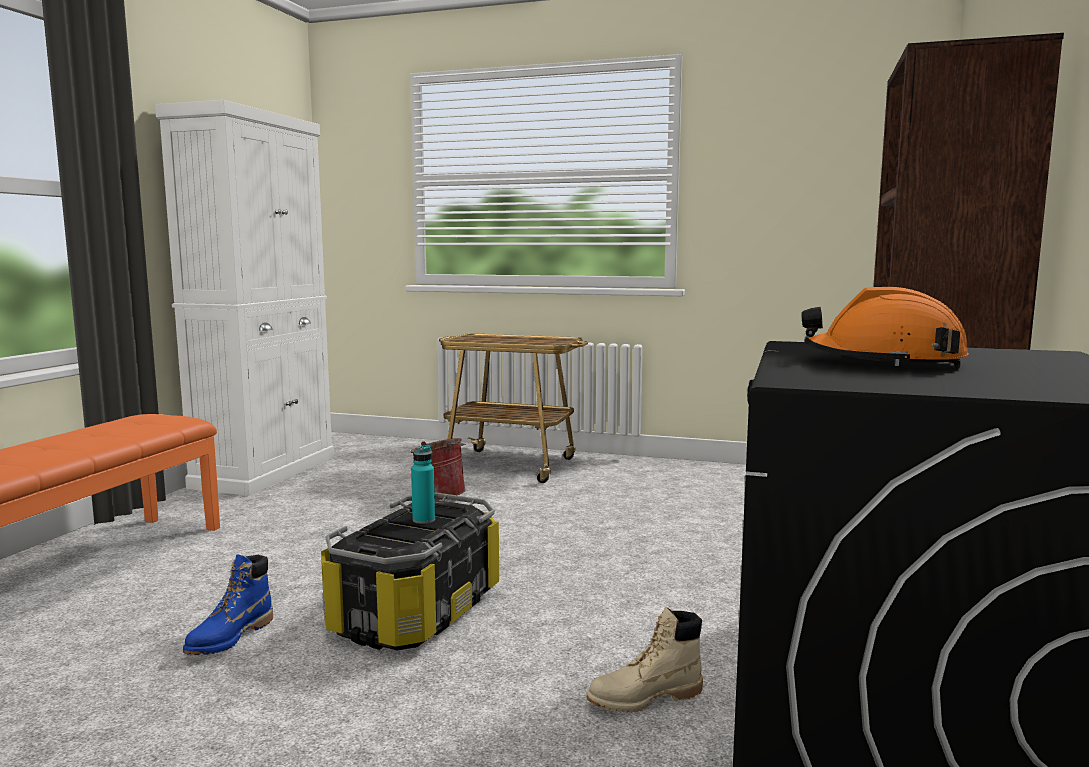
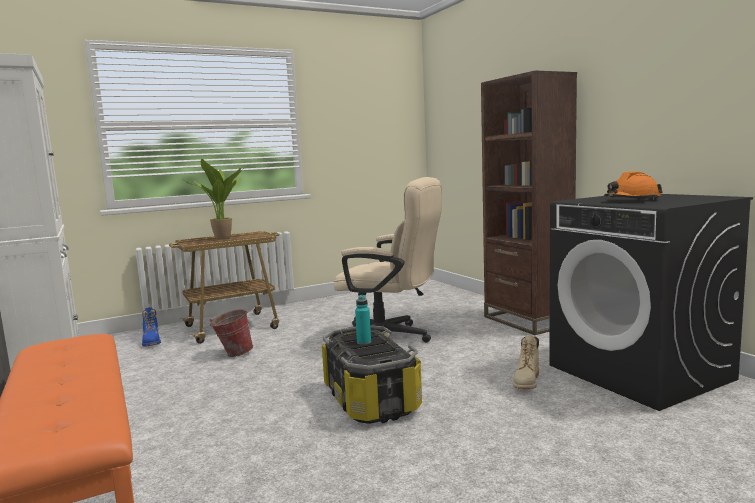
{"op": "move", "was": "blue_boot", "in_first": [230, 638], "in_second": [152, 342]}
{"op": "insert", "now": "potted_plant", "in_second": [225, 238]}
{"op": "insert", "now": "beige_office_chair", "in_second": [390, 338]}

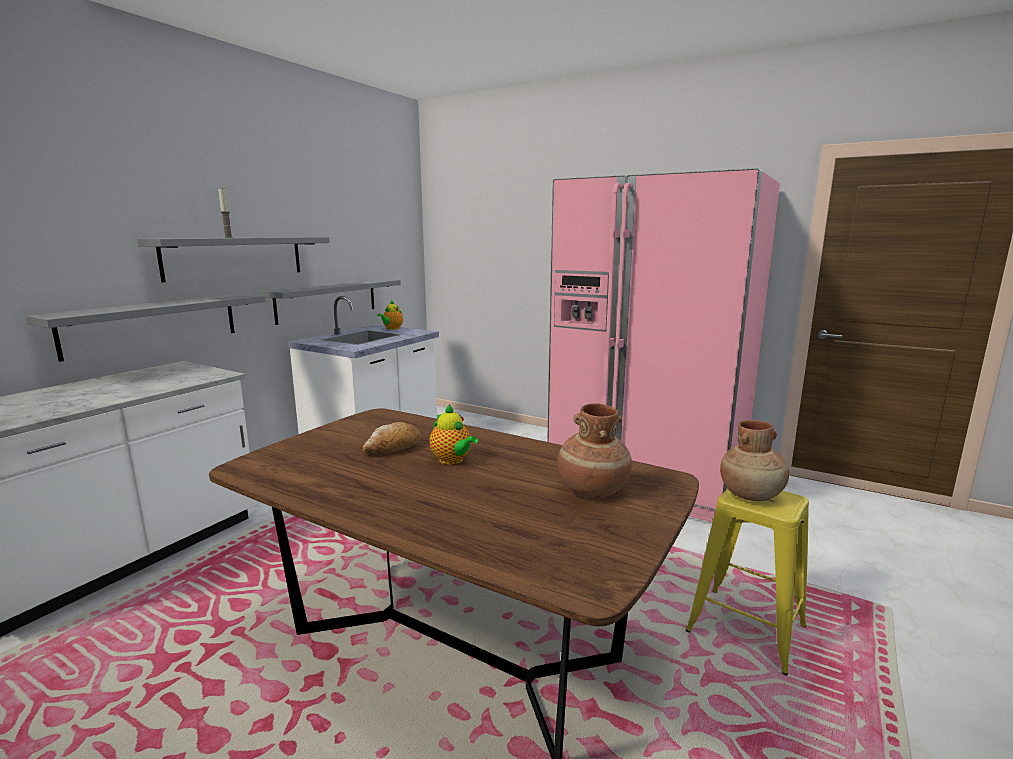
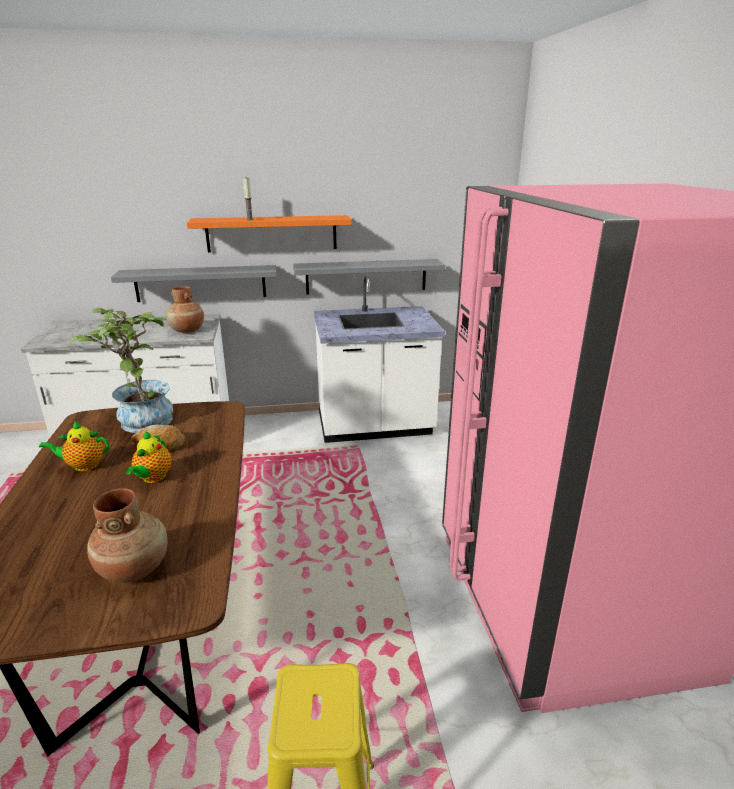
{"op": "move", "was": "teapot", "in_first": [392, 329], "in_second": [83, 466]}
{"op": "insert", "now": "potted_plant", "in_second": [140, 419]}
{"op": "move", "was": "brown_vase", "in_first": [751, 495], "in_second": [187, 330]}
{"op": "recolor", "was": "grey_shelf", "now": "orange_shelf", "in_first": [235, 257], "in_second": [272, 233]}

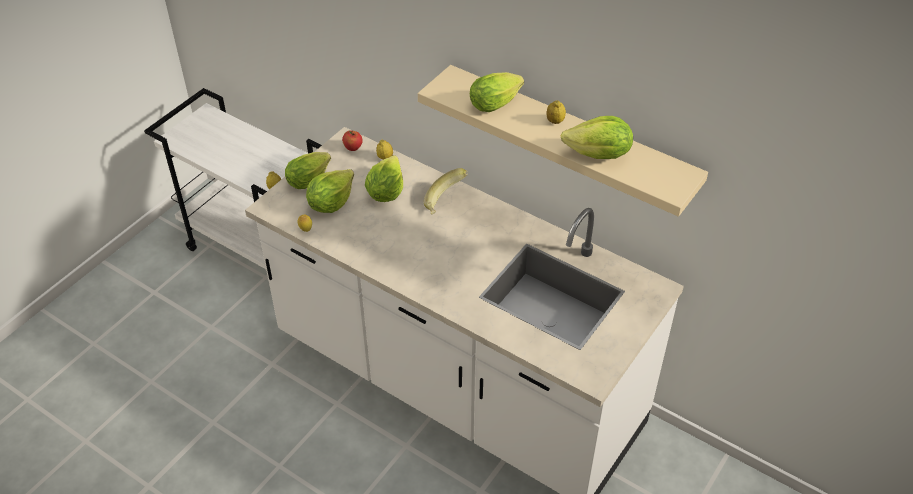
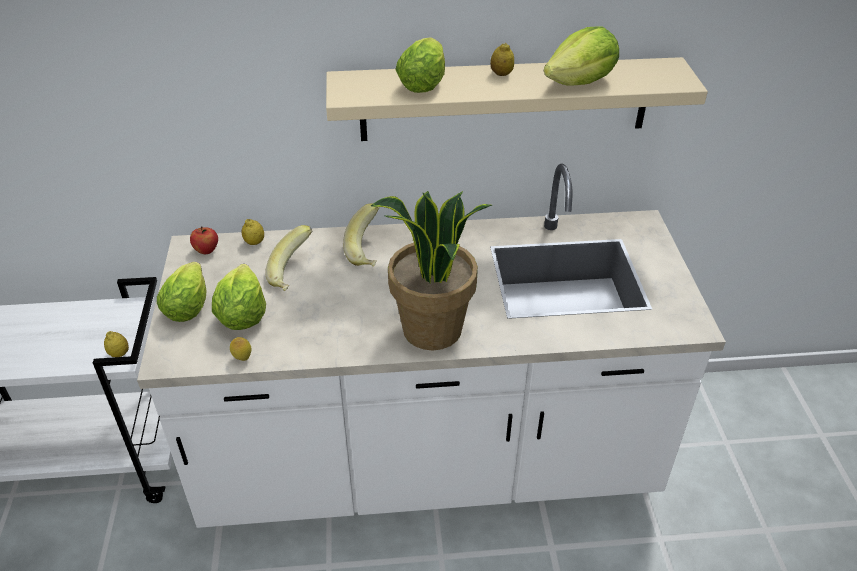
{"op": "replace", "was": "lettuce", "now": "banana", "in_first": [386, 192], "in_second": [294, 273]}
{"op": "insert", "now": "potted_plant", "in_second": [432, 330]}

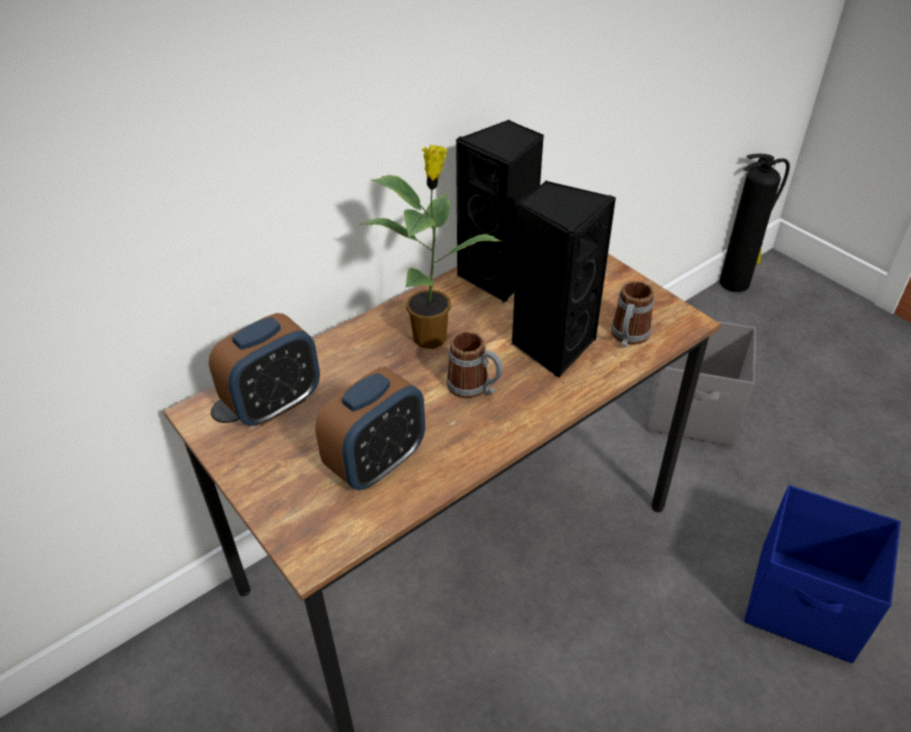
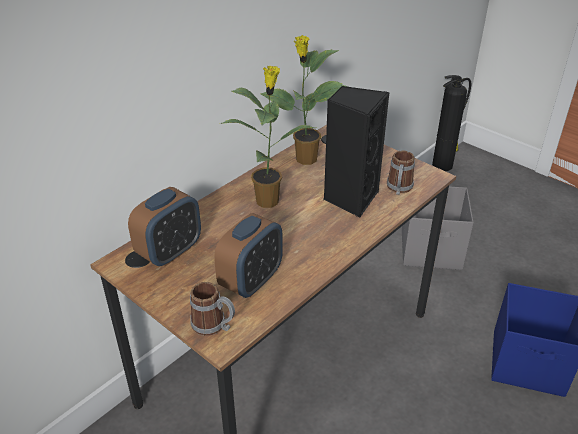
{"op": "move", "was": "mug", "in_first": [475, 388], "in_second": [214, 326]}
{"op": "replace", "was": "black_speaker", "now": "potted_plant", "in_first": [500, 277], "in_second": [305, 159]}

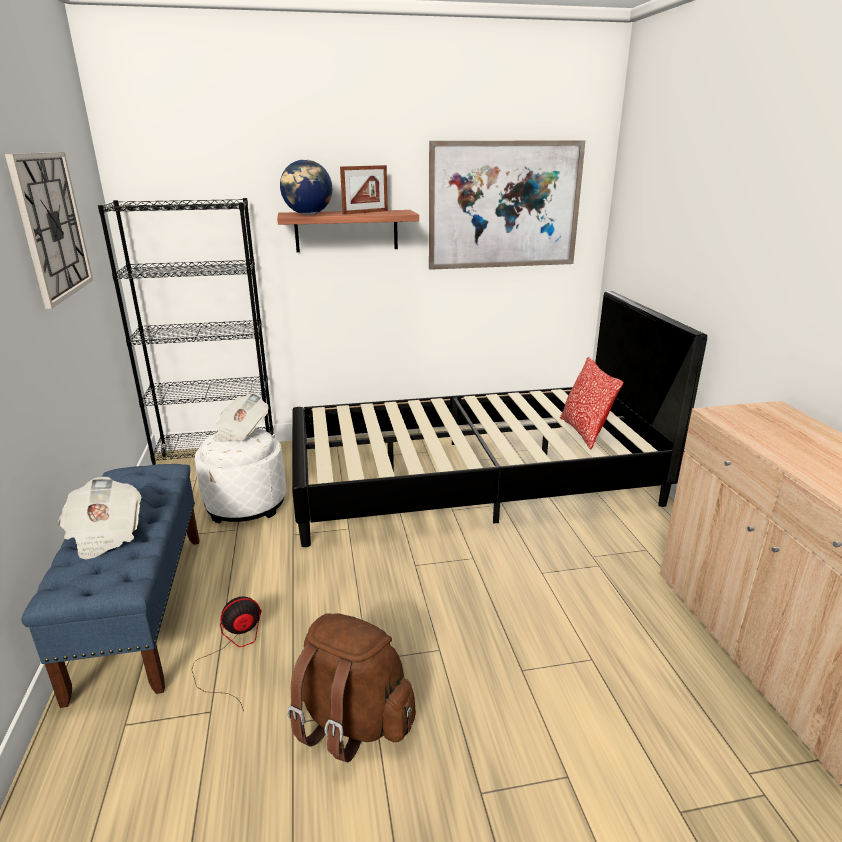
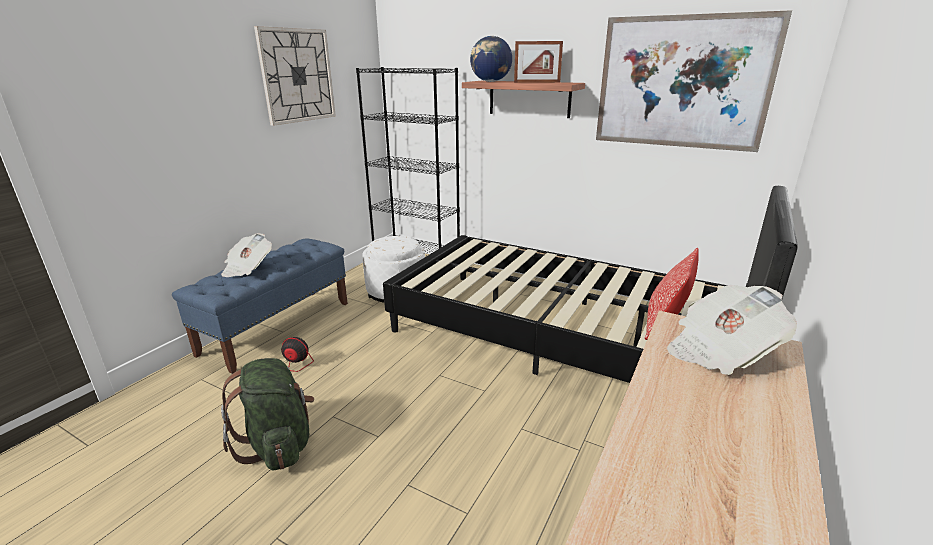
{"op": "recolor", "was": "brown_backpack", "now": "green_backpack", "in_first": [352, 721], "in_second": [279, 444]}
{"op": "move", "was": "newspaper", "in_first": [241, 432], "in_second": [720, 351]}

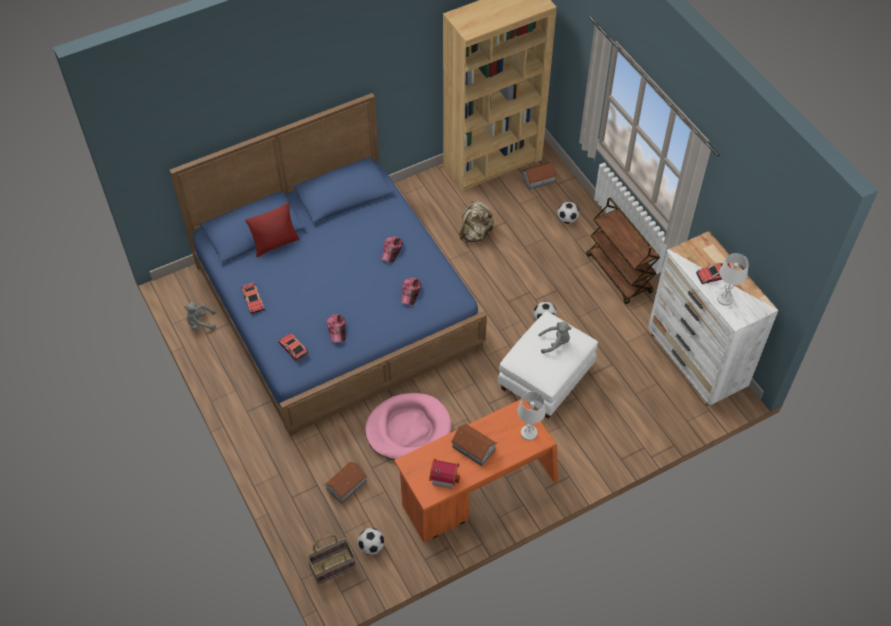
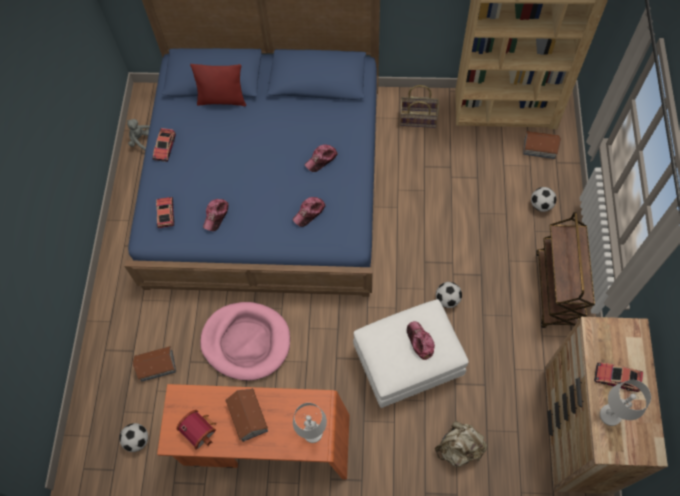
{"op": "move", "was": "basket", "in_first": [332, 565], "in_second": [418, 118]}
{"op": "replace", "was": "grey_plush_toy", "now": "cap", "in_first": [555, 343], "in_second": [420, 341]}
{"op": "move", "was": "beige_backpack", "in_first": [475, 233], "in_second": [459, 448]}
{"op": "recolor", "was": "white_dresser", "now": "brown_dresser", "in_first": [696, 361], "in_second": [575, 431]}

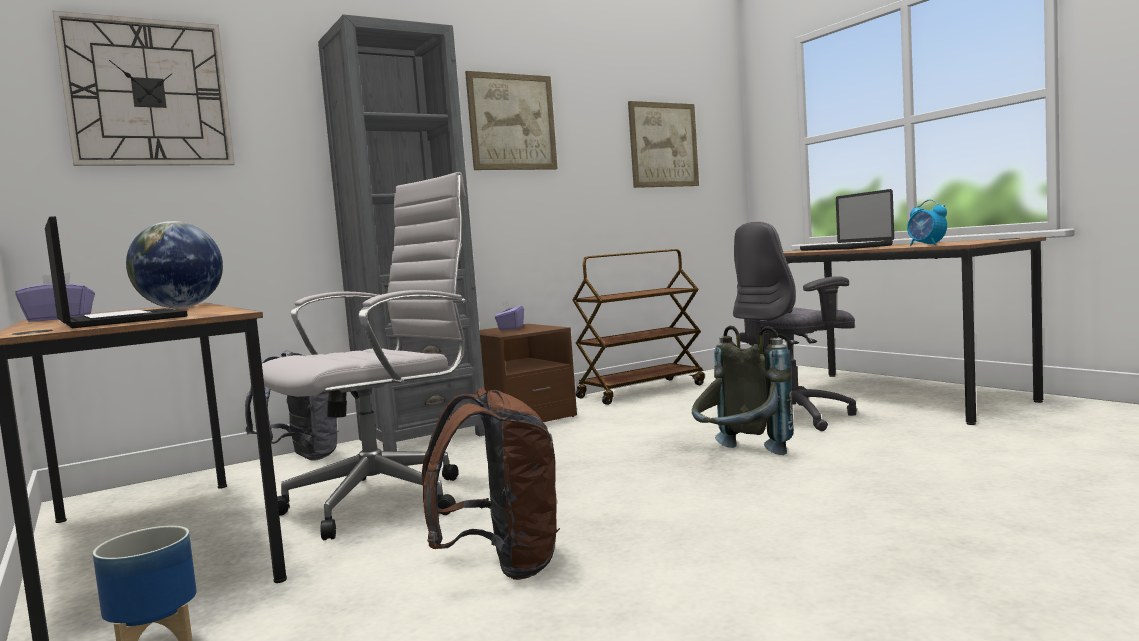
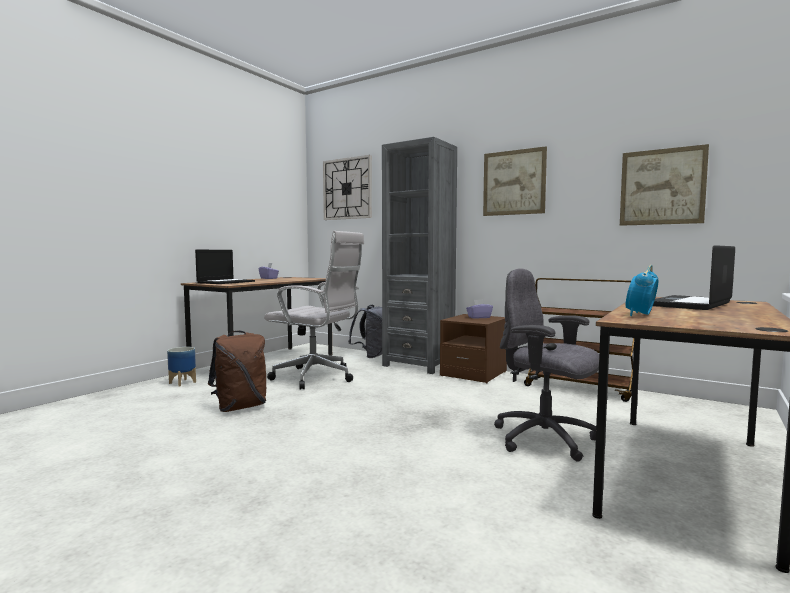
{"op": "delete", "was": "globe", "in_first": [180, 307]}
{"op": "delete", "was": "grey_backpack", "in_first": [740, 457]}

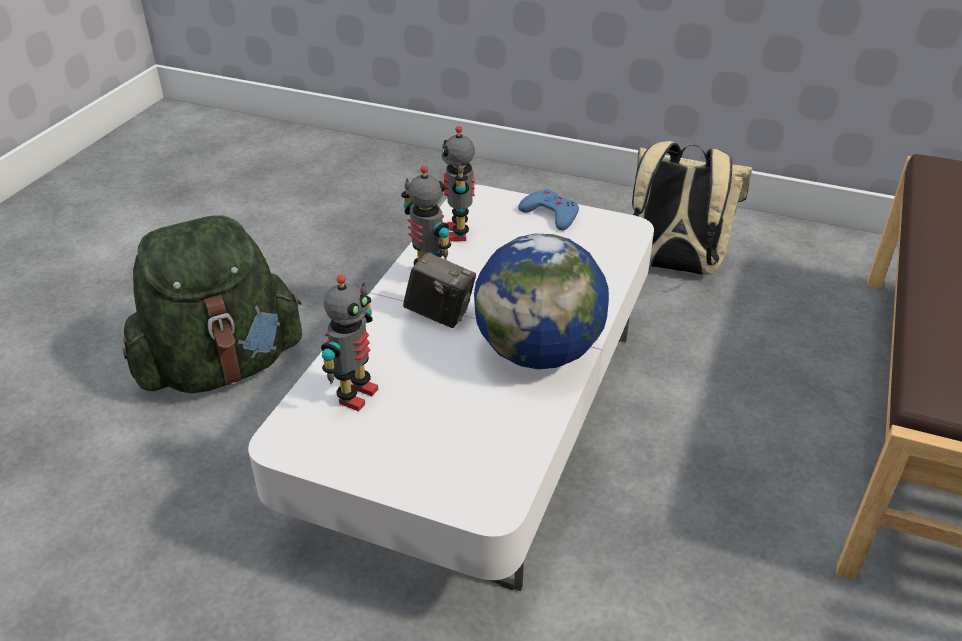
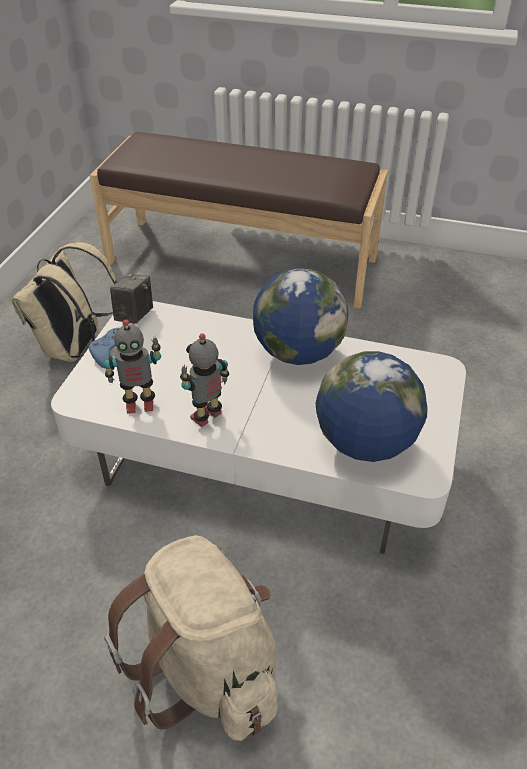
{"op": "recolor", "was": "green_backpack", "now": "beige_backpack", "in_first": [222, 367], "in_second": [207, 668]}
{"op": "move", "was": "photo_camera", "in_first": [440, 314], "in_second": [134, 315]}
{"op": "replace", "was": "toy_robot", "now": "globe", "in_first": [355, 395], "in_second": [365, 443]}

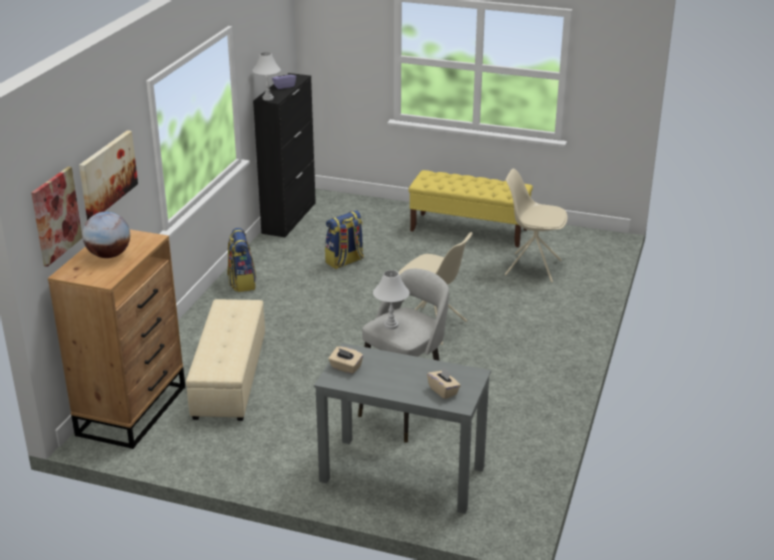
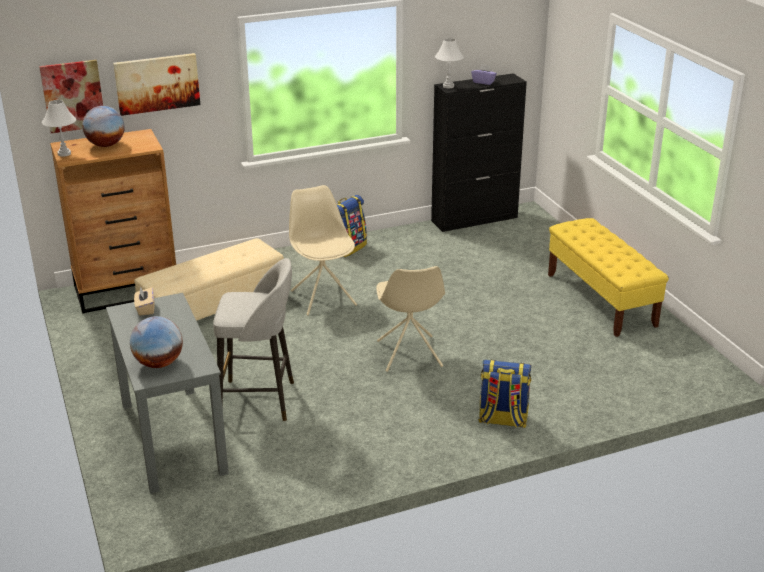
{"op": "move", "was": "white_table_lamp", "in_first": [391, 325], "in_second": [64, 154]}
{"op": "replace", "was": "beige_tissue_box", "now": "globe", "in_first": [443, 391], "in_second": [159, 363]}
{"op": "move", "was": "beige_chair", "in_first": [532, 267], "in_second": [323, 297]}
{"op": "move", "was": "backpack", "in_first": [344, 262], "in_second": [502, 420]}

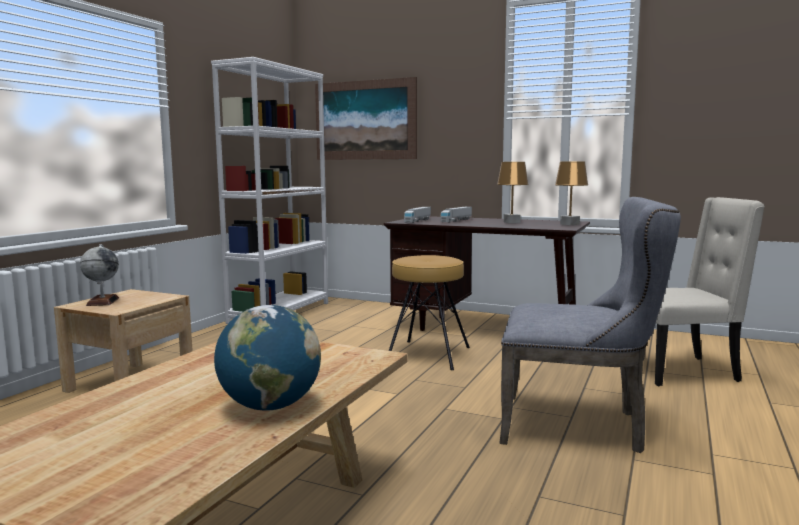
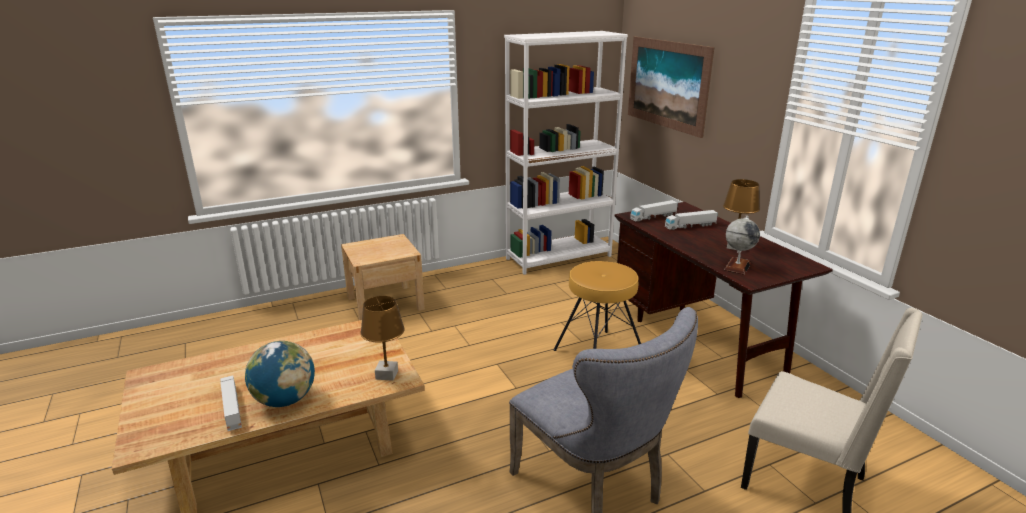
{"op": "insert", "now": "toy_truck", "in_second": [232, 409]}
{"op": "move", "was": "brown_table_lamp", "in_first": [569, 224], "in_second": [386, 375]}
{"op": "move", "was": "globe", "in_first": [102, 301], "in_second": [737, 266]}

